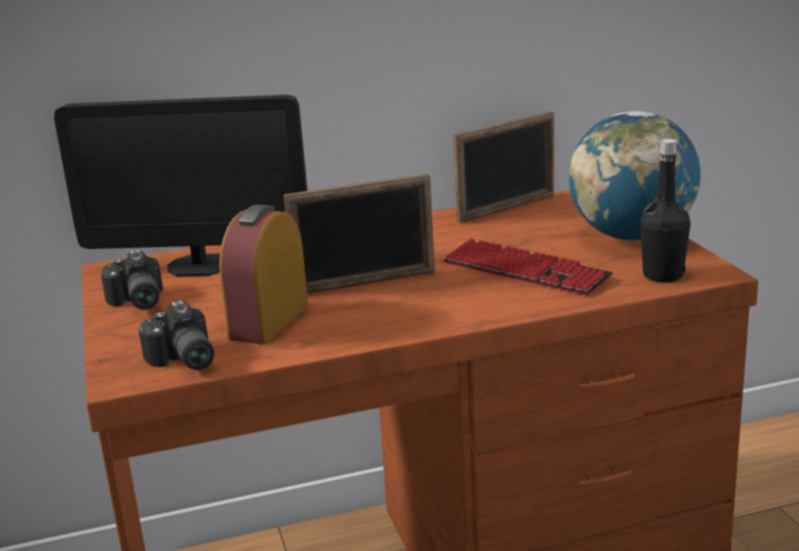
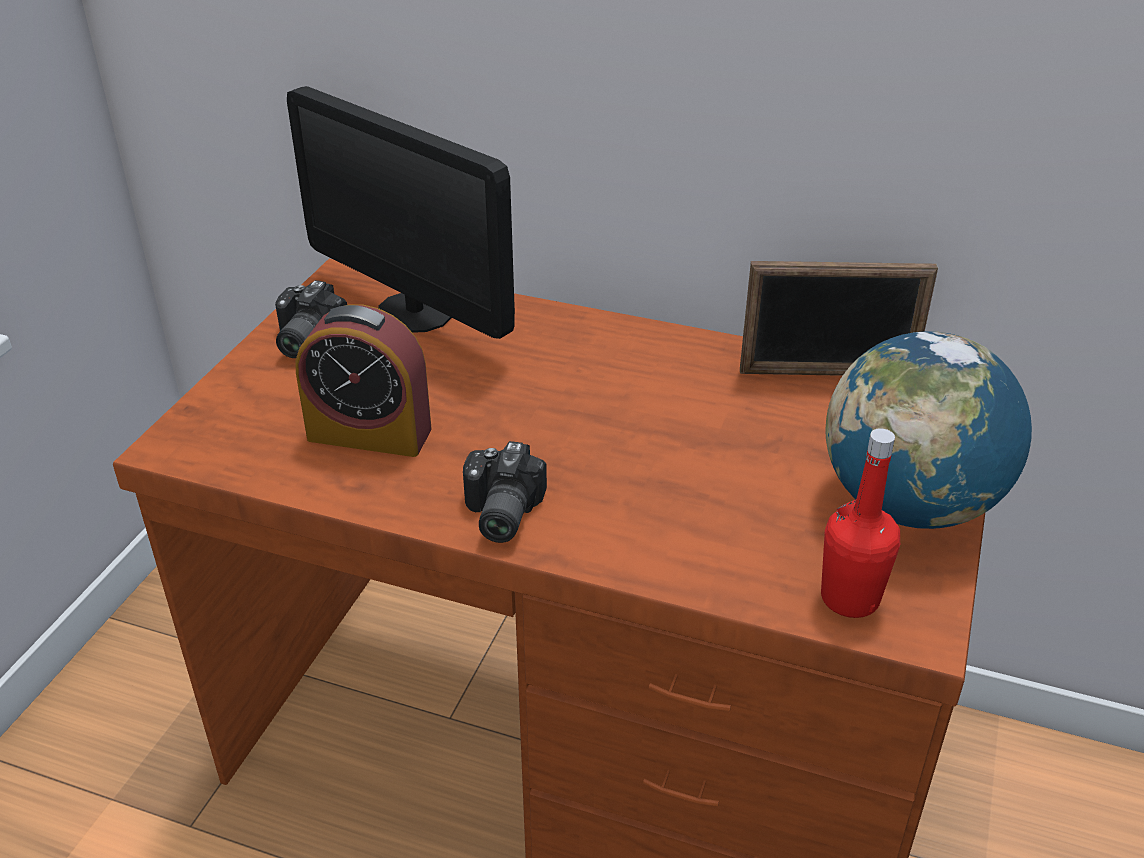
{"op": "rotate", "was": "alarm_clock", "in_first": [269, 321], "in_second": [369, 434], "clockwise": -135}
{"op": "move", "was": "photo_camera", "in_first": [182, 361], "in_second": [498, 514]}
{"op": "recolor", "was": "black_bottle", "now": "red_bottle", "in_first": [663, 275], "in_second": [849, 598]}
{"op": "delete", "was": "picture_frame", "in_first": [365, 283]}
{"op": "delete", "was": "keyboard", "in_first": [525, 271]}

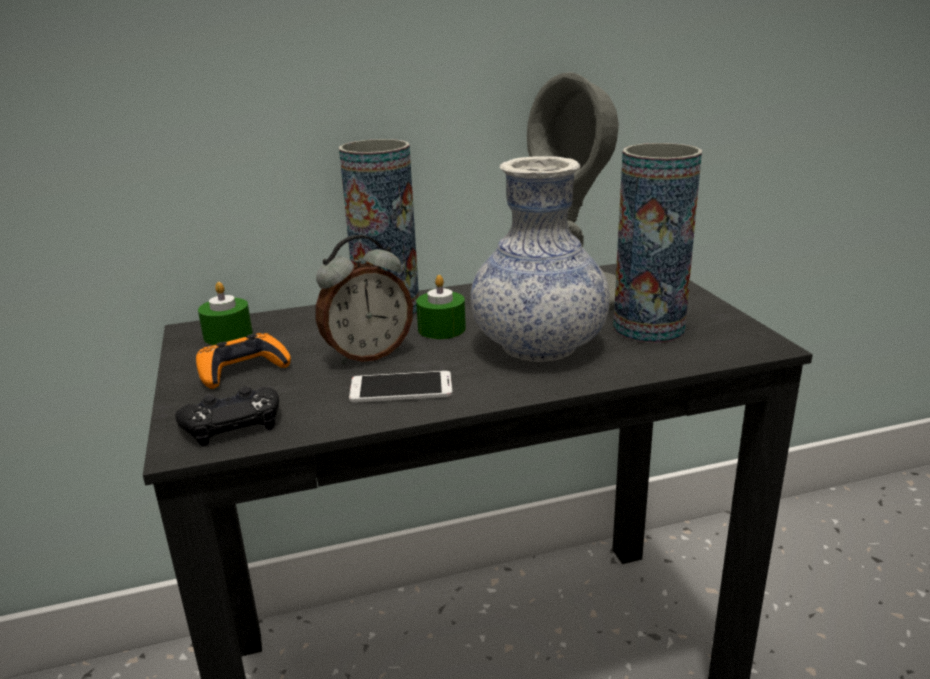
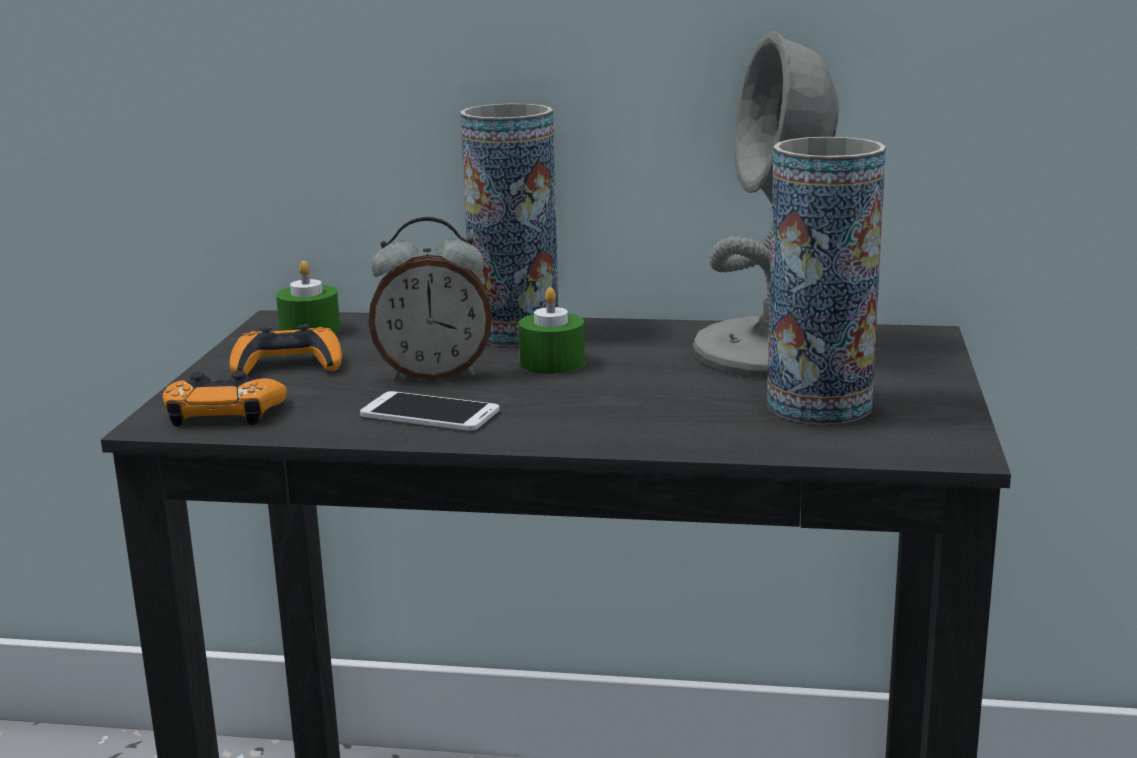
{"op": "recolor", "was": "black_game_controller", "now": "orange_game_controller", "in_first": [232, 423], "in_second": [223, 412]}
{"op": "delete", "was": "vase", "in_first": [539, 346]}

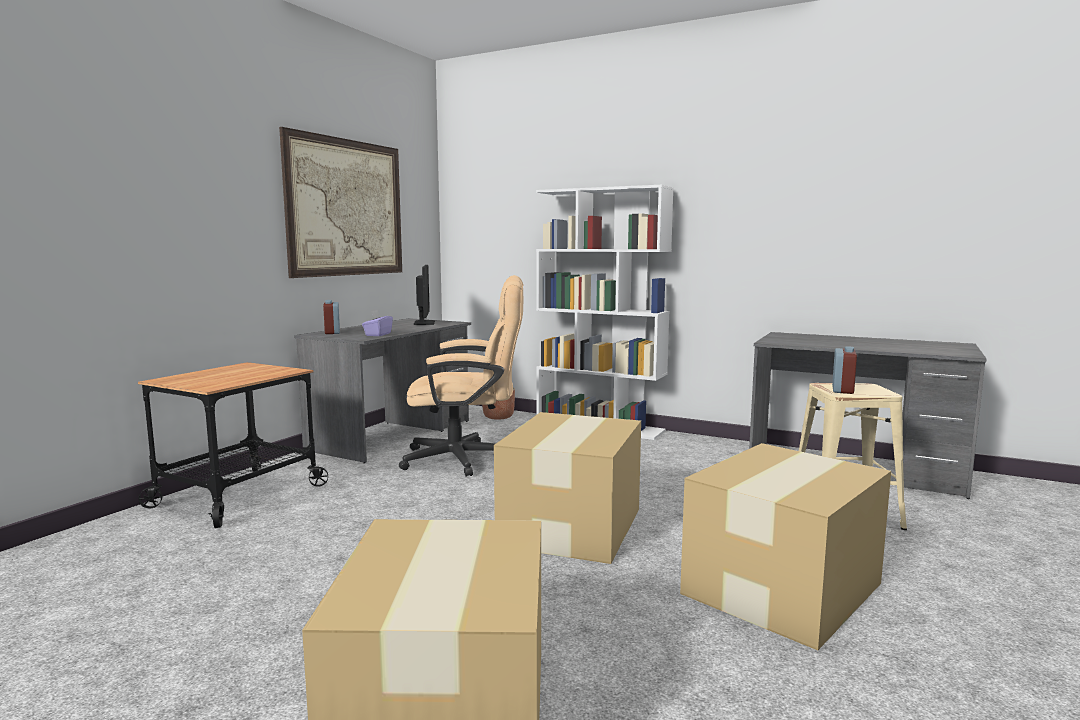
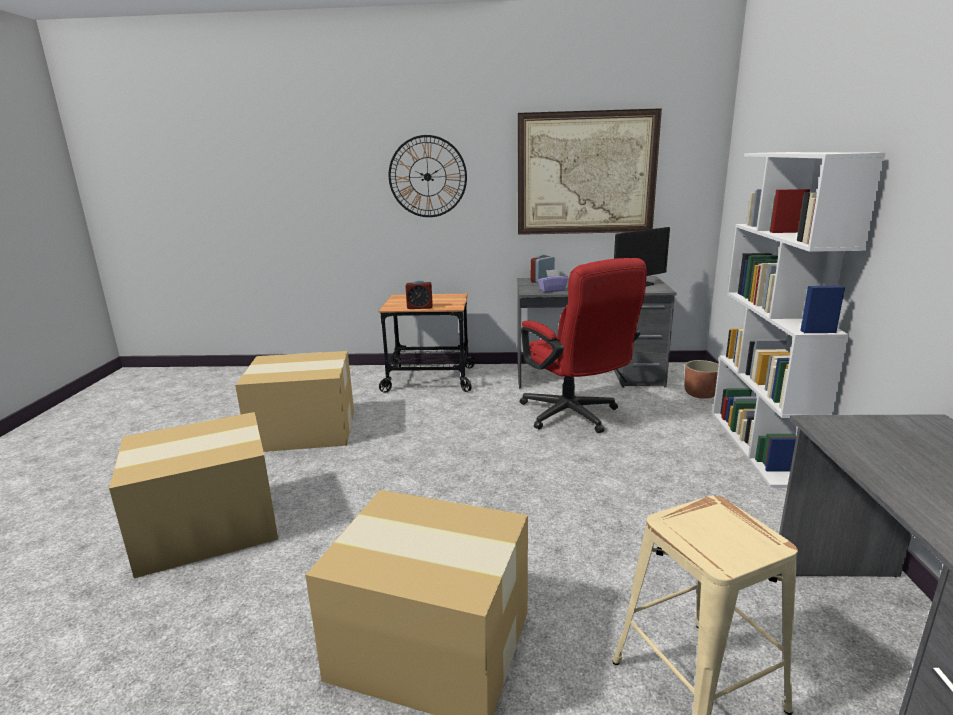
{"op": "move", "was": "cardboard_box", "in_first": [569, 527], "in_second": [303, 430]}
{"op": "insert", "now": "wall_clock", "in_second": [427, 177]}
{"op": "move", "was": "alarm_clock", "in_first": [842, 390], "in_second": [420, 307]}
{"op": "recolor", "was": "beige_office_chair", "now": "red_office_chair", "in_first": [468, 459], "in_second": [574, 417]}

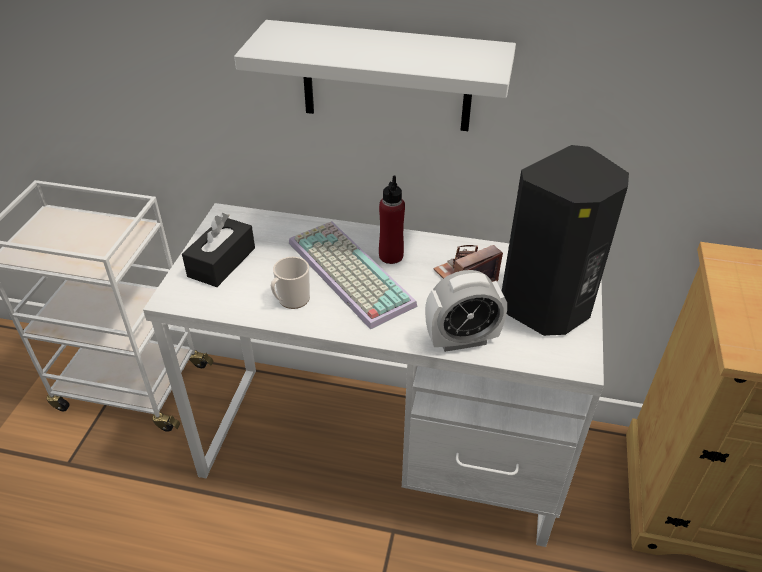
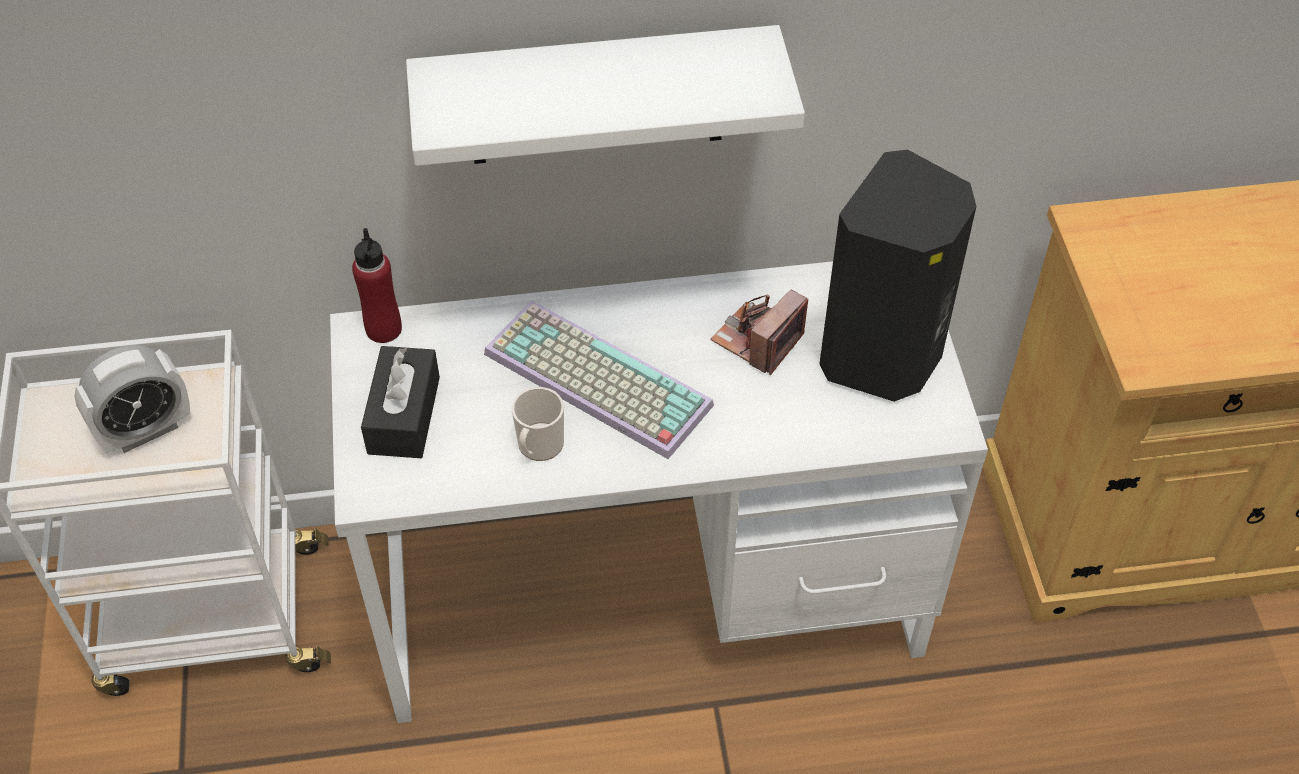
{"op": "move", "was": "alarm_clock", "in_first": [462, 340], "in_second": [145, 430]}
{"op": "move", "was": "red_bottle", "in_first": [391, 256], "in_second": [383, 329]}

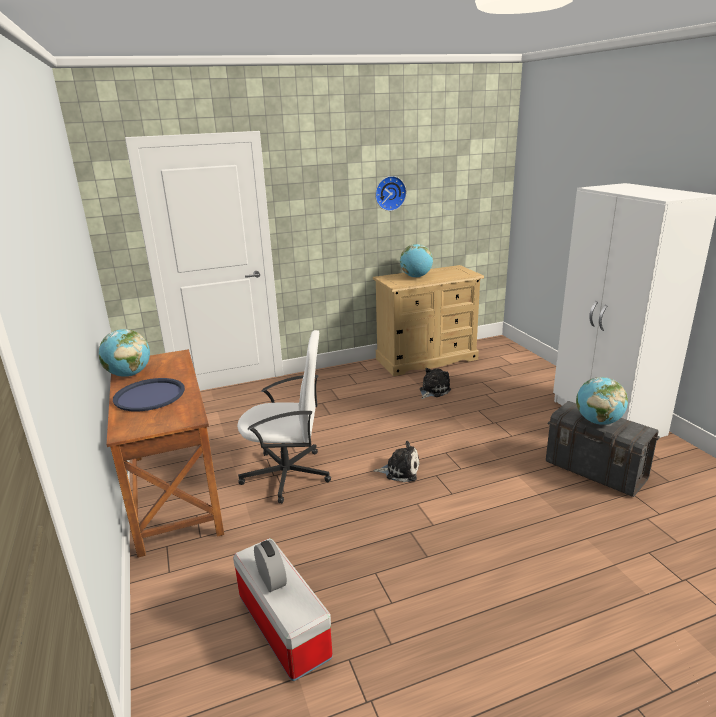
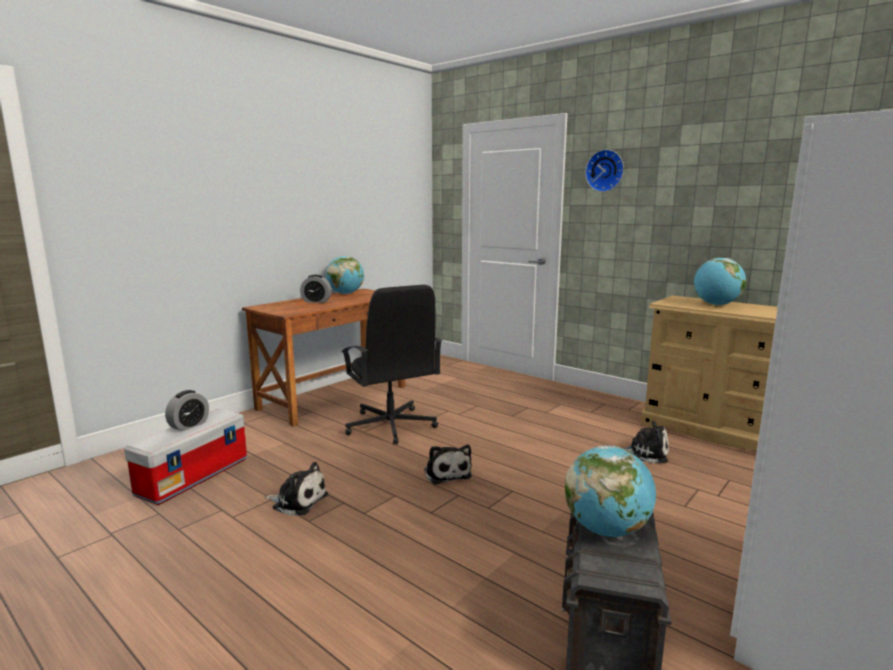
{"op": "insert", "now": "plush_toy", "in_second": [298, 501]}
{"op": "replace", "was": "blue_tray", "now": "alarm_clock", "in_first": [149, 395], "in_second": [316, 301]}
{"op": "recolor", "was": "white_office_chair", "now": "black_office_chair", "in_first": [288, 475], "in_second": [391, 426]}
{"op": "move", "was": "wall_clock", "in_first": [389, 193], "in_second": [605, 171]}

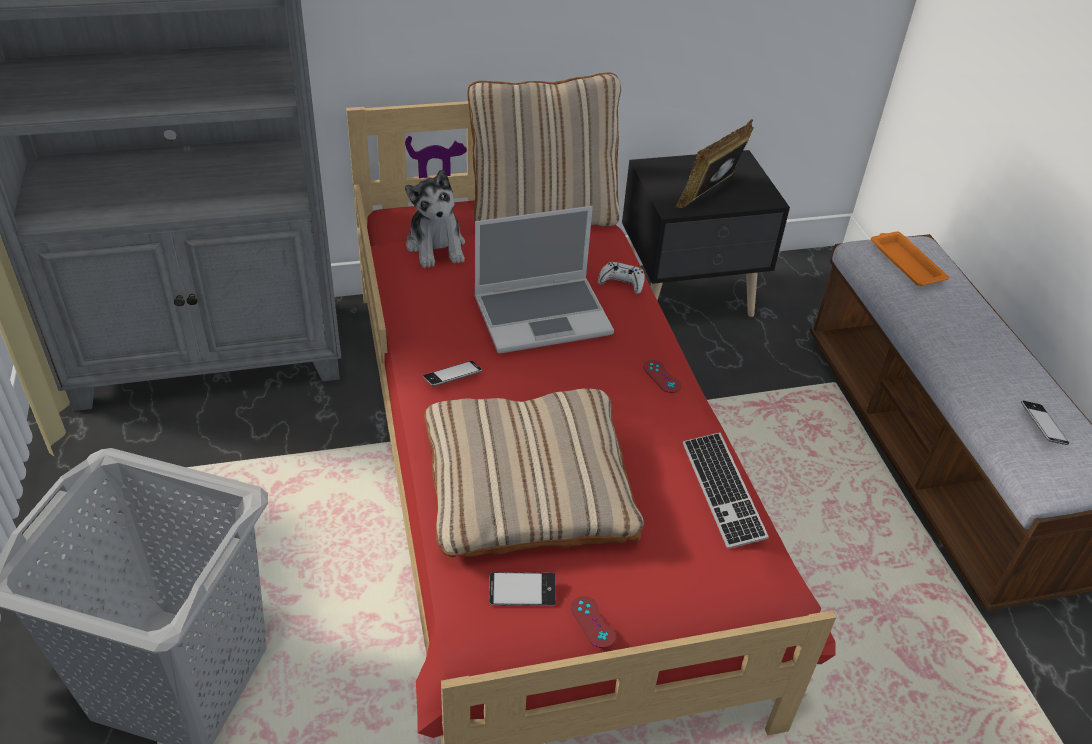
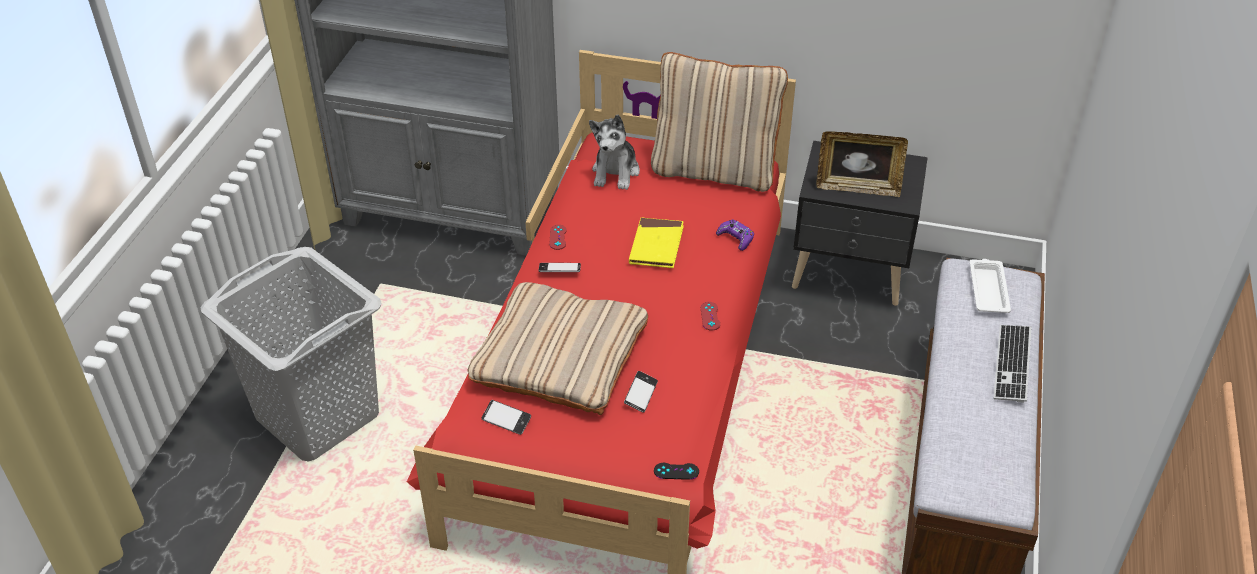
{"op": "move", "was": "red_game_controller", "in_first": [593, 622], "in_second": [558, 237]}
{"op": "move", "was": "phone", "in_first": [1042, 426], "in_second": [640, 394]}
{"op": "replace", "was": "laptop", "now": "yellow_book", "in_first": [543, 315], "in_second": [656, 246]}
{"op": "insert", "now": "black_game_controller", "in_second": [676, 471]}
{"op": "recolor", "was": "white_game_controller", "now": "purple_game_controller", "in_first": [621, 282], "in_second": [736, 238]}
{"op": "rotate", "was": "picture_frame", "in_first": [710, 195], "in_second": [857, 187], "clockwise": -150}
{"op": "recolor", "was": "orange_tray", "now": "white_tray", "in_first": [905, 263], "in_second": [988, 289]}
{"op": "move", "was": "keyboard", "in_first": [722, 491], "in_second": [1012, 364]}

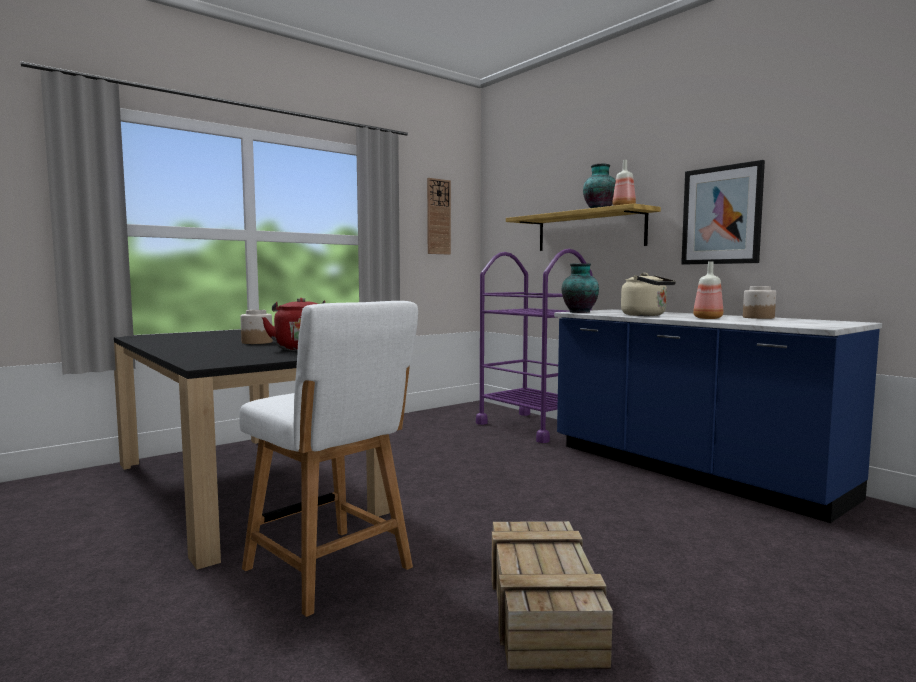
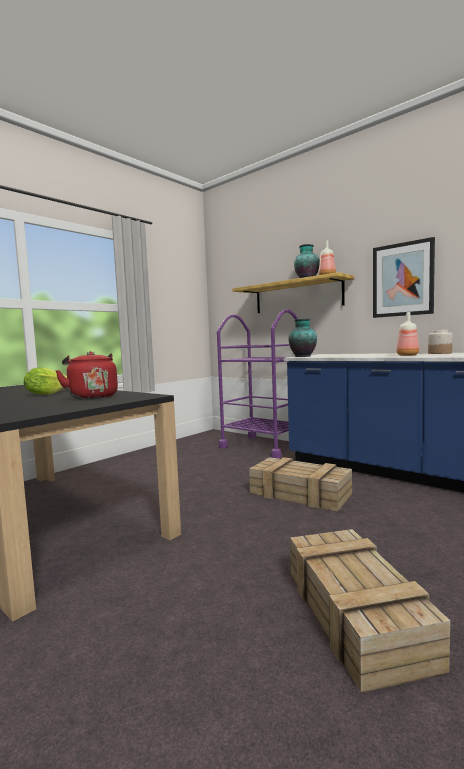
{"op": "replace", "was": "jar", "now": "lettuce", "in_first": [256, 342], "in_second": [45, 394]}
{"op": "insert", "now": "crate", "in_second": [301, 494]}
{"op": "delete", "was": "white_chair", "in_first": [332, 571]}
{"op": "delete", "was": "wall_clock", "in_first": [438, 217]}
{"op": "delete", "was": "beige_kettle", "in_first": [646, 315]}

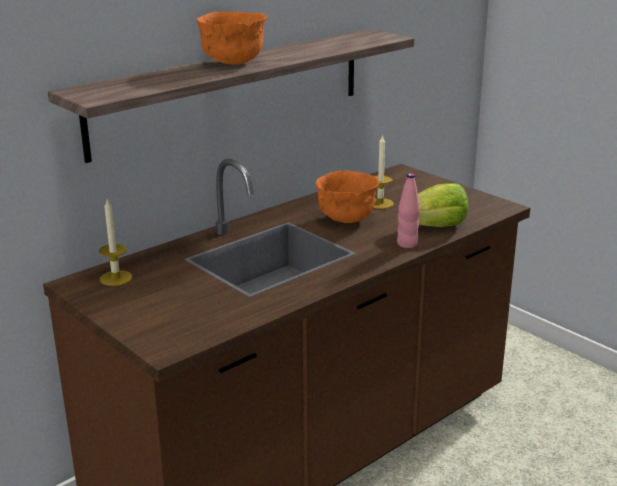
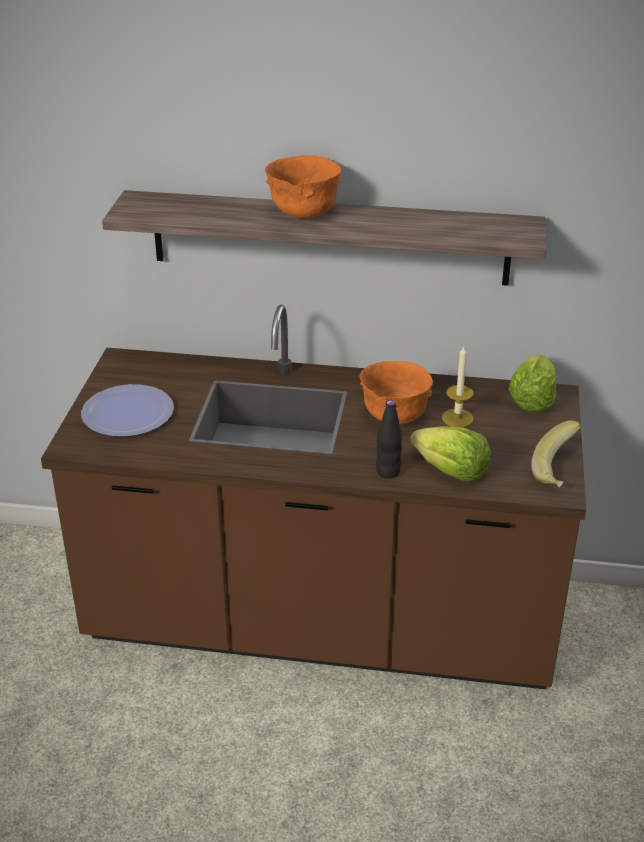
{"op": "insert", "now": "plate", "in_second": [128, 413]}
{"op": "recolor", "was": "pink_bottle", "now": "black_bottle", "in_first": [407, 244], "in_second": [388, 472]}
{"op": "insert", "now": "lettuce", "in_second": [532, 400]}
{"op": "insert", "now": "banana", "in_second": [559, 471]}
{"op": "delete", "was": "candle", "in_first": [116, 278]}

